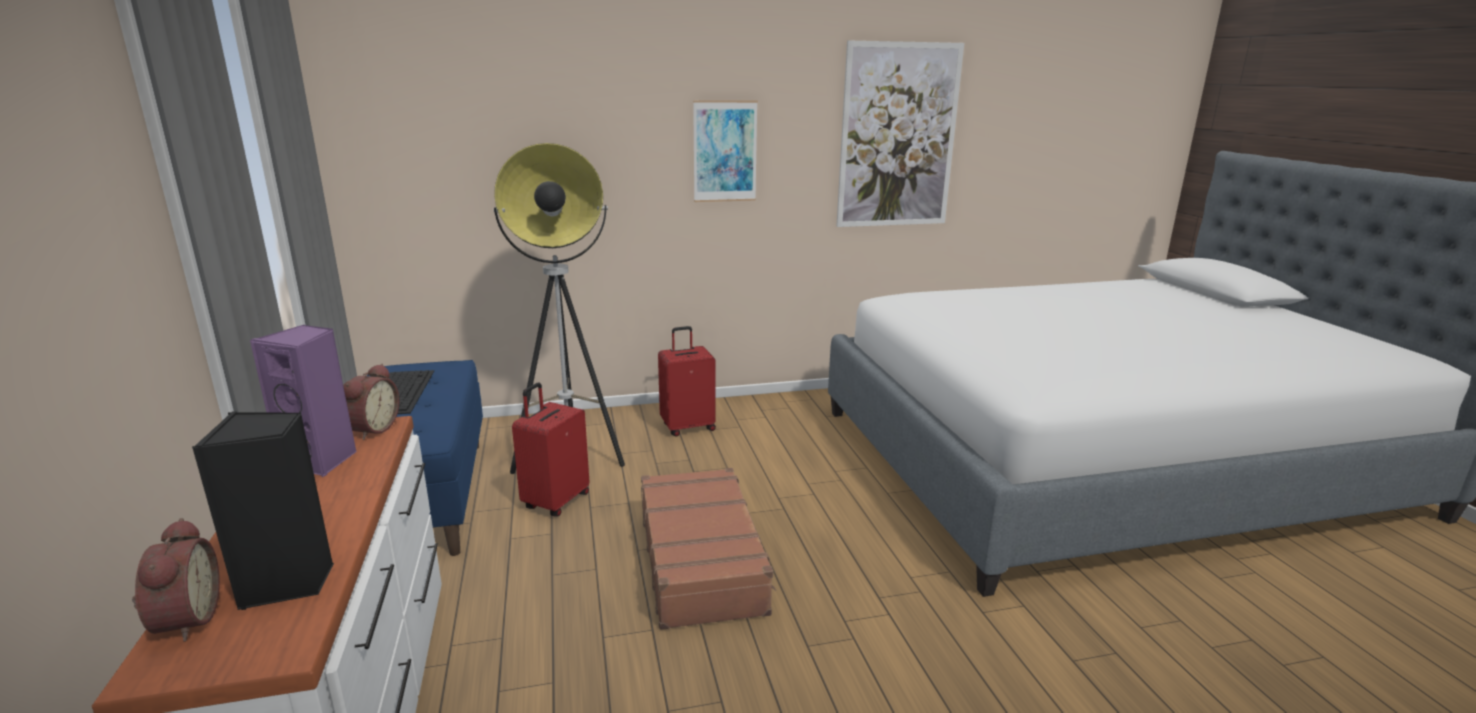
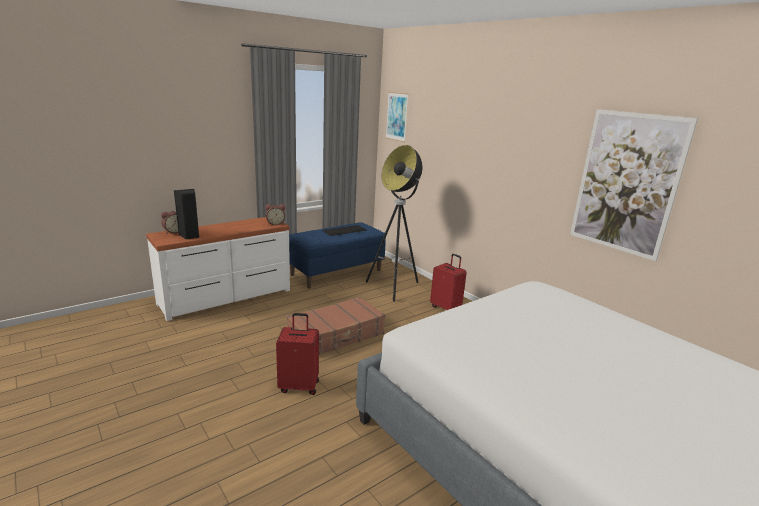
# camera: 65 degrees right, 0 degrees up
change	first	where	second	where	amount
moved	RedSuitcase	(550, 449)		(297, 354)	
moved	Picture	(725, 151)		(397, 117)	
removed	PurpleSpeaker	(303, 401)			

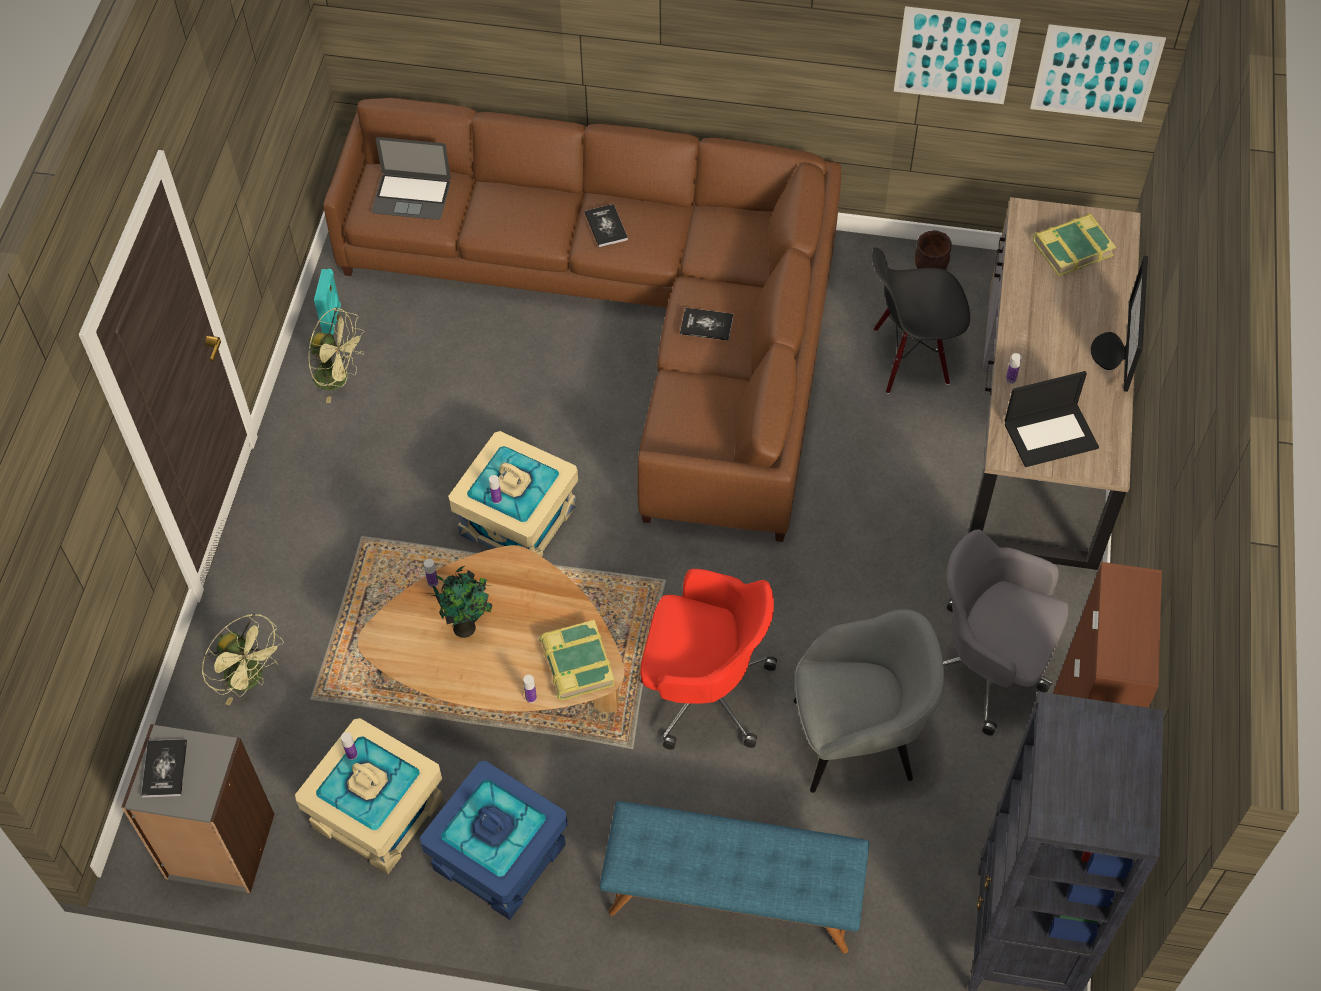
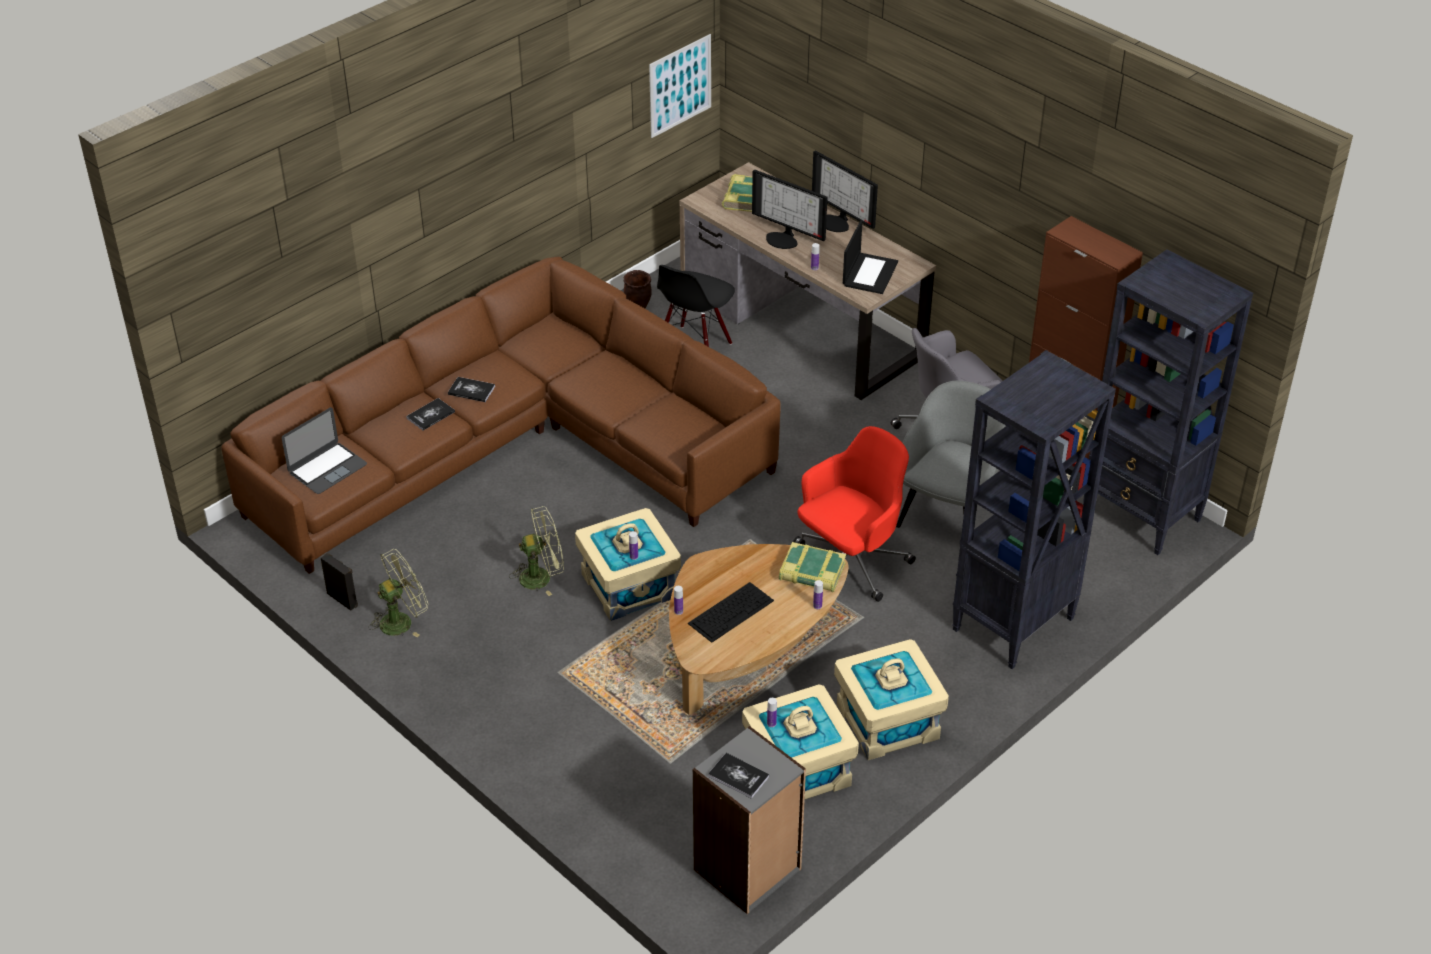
# camera: 55 degrees left, 15 degrees down
change	first	where	second	where	amount
recoloured	TurquoiseSpeaker	(327, 302)	BlackSpeaker	(339, 582)	
moved	Book	(706, 324)		(430, 414)	
moved	GreenFan	(243, 659)		(536, 551)	
replaced	PottedPlant	(460, 602)	Keyboard	(731, 612)	
added			Monitor	(789, 209)	
recoloured	BlueStorageBox	(494, 840)	BeigeStorageBox	(891, 699)	
replaced	BlueBench	(734, 877)	BlackBookcase	(1034, 509)	
removed	Picture	(957, 55)			

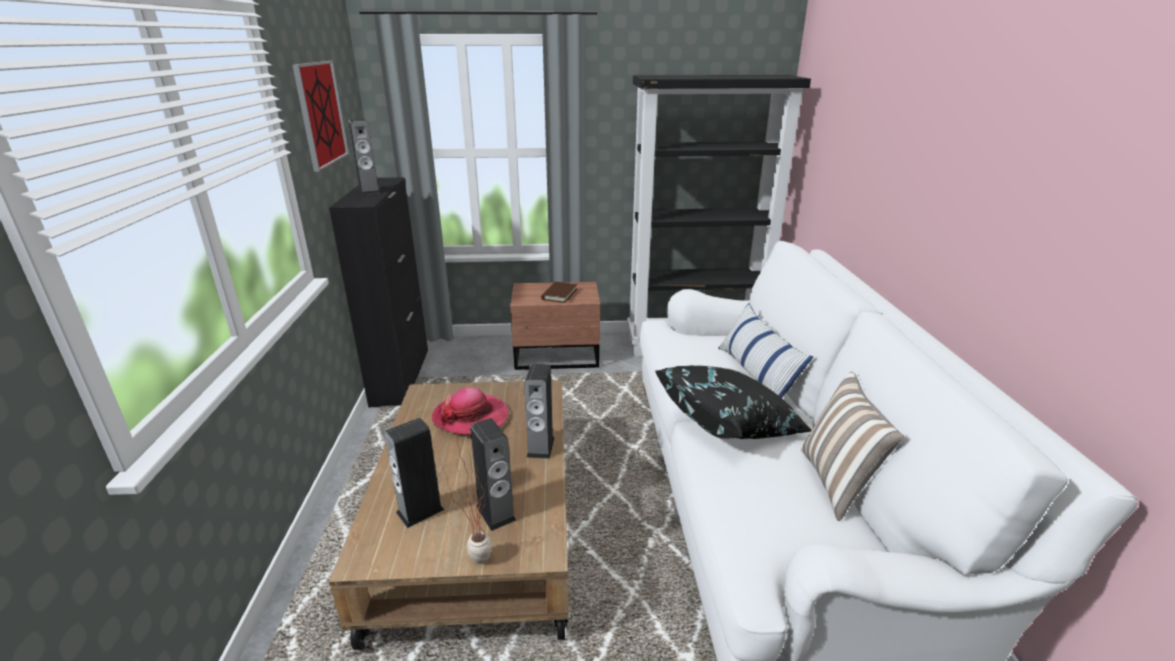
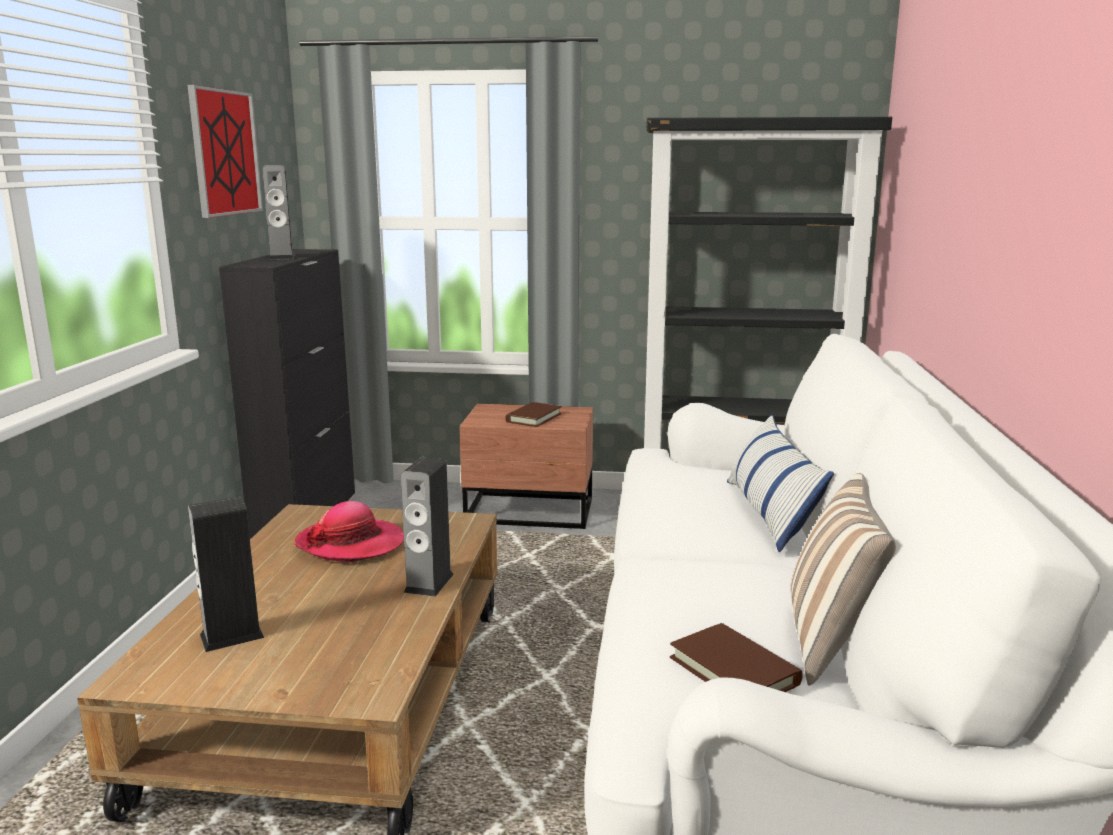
# camera: 10 degrees right, 10 degrees down
change	first	where	second	where	amount
added			BrownBook	(736, 657)	
removed	PottedPlant	(465, 500)			
removed	Speaker	(493, 474)			
removed	BlackPillow	(733, 402)			

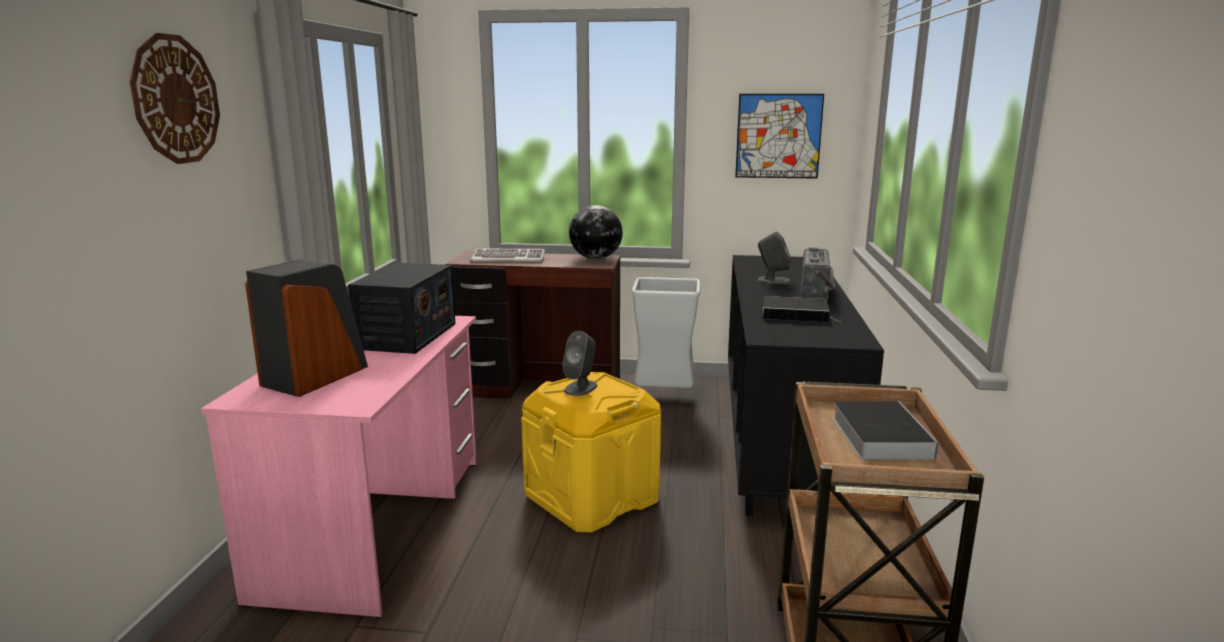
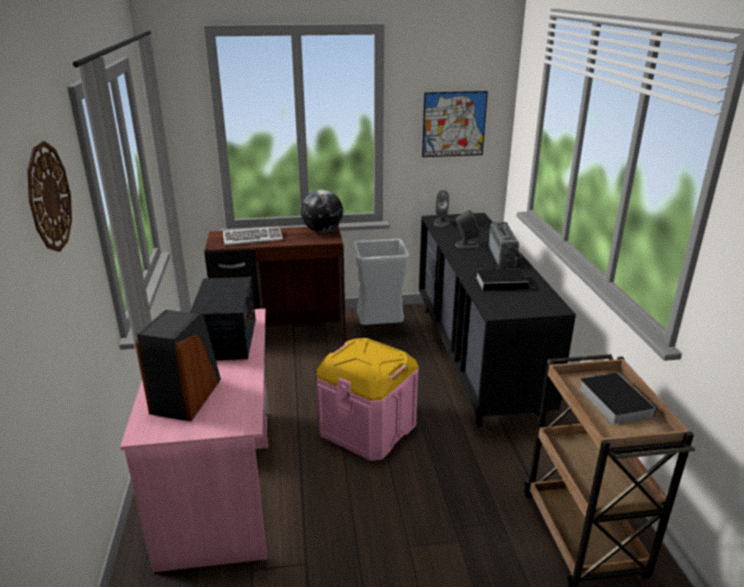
# camera: 15 degrees left, 10 degrees up
change	first	where	second	where	amount
recoloured	YellowStorageBox	(591, 452)	PinkStorageBox	(367, 399)	
moved	GreySpeaker	(579, 363)		(442, 208)	

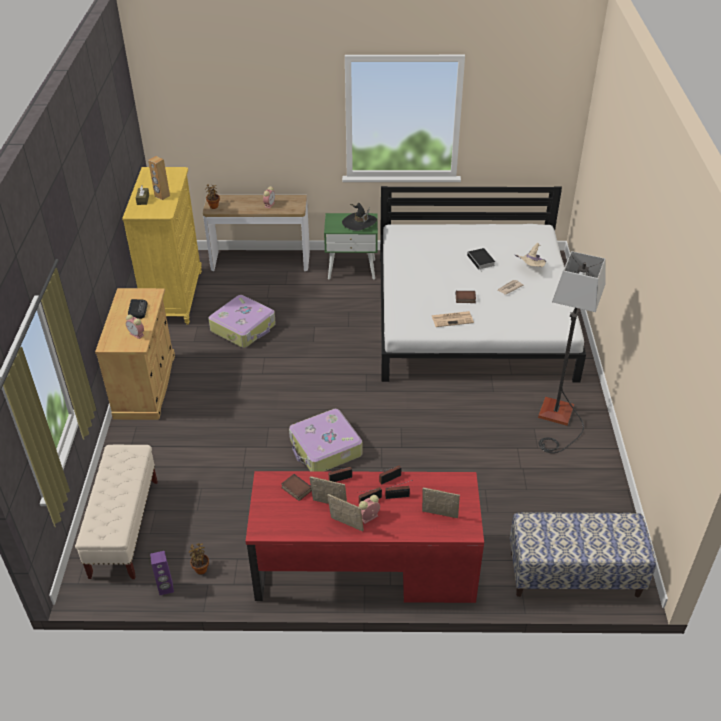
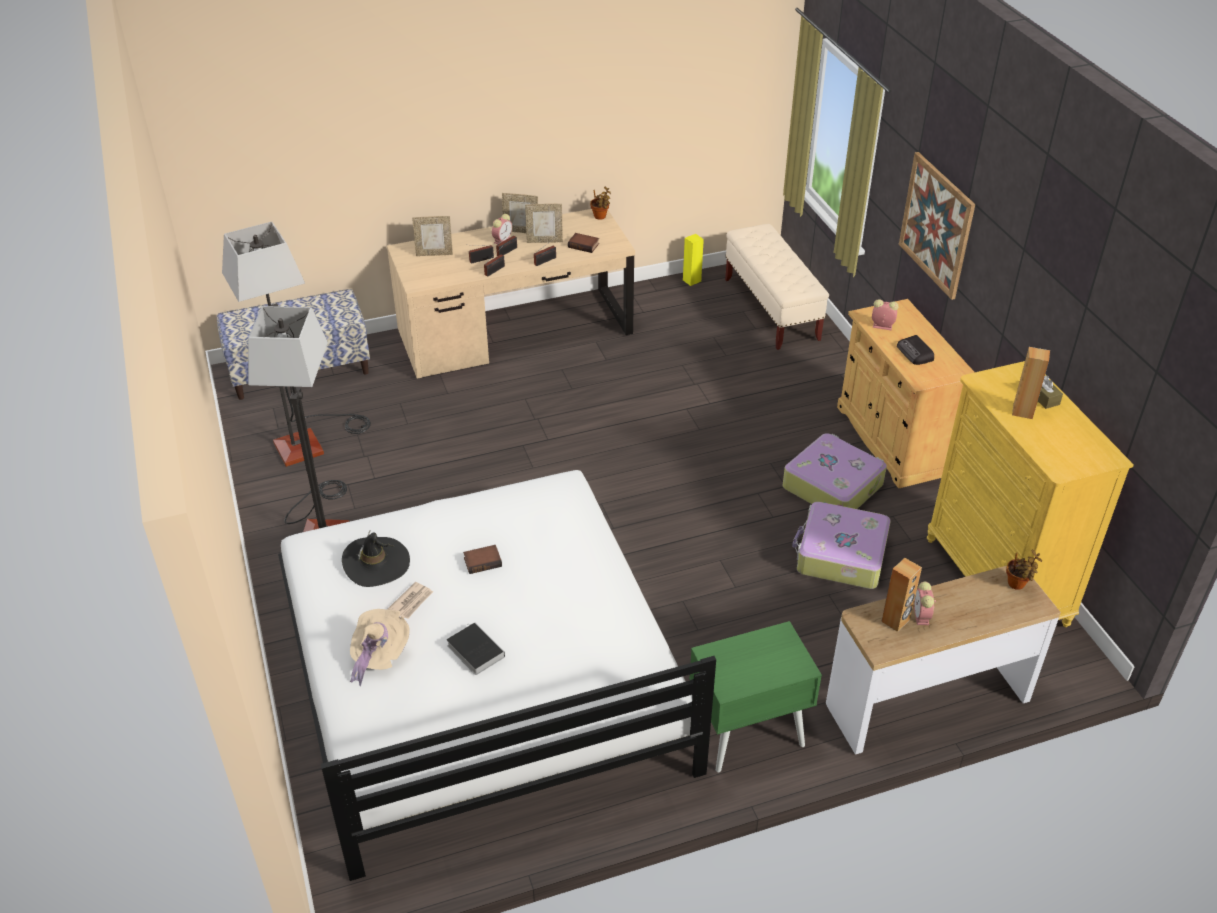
# camera: 160 degrees right, 0 degrees up
change	first	where	second	where	amount
added			FloorLamp	(296, 344)	
moved	BlackHat	(359, 217)		(376, 558)	
recoloured	RedDesk	(365, 537)	BeigeDesk	(511, 294)	
moved	PottedPlant	(199, 559)		(600, 203)	
recoloured	PurpleSpeaker	(162, 573)	YellowSpeaker	(693, 260)	
moved	Suitcase	(325, 440)		(835, 471)	
added			BrownSpeaker	(901, 595)	
added			Picture	(937, 226)	
removed	Newspaper	(452, 319)			

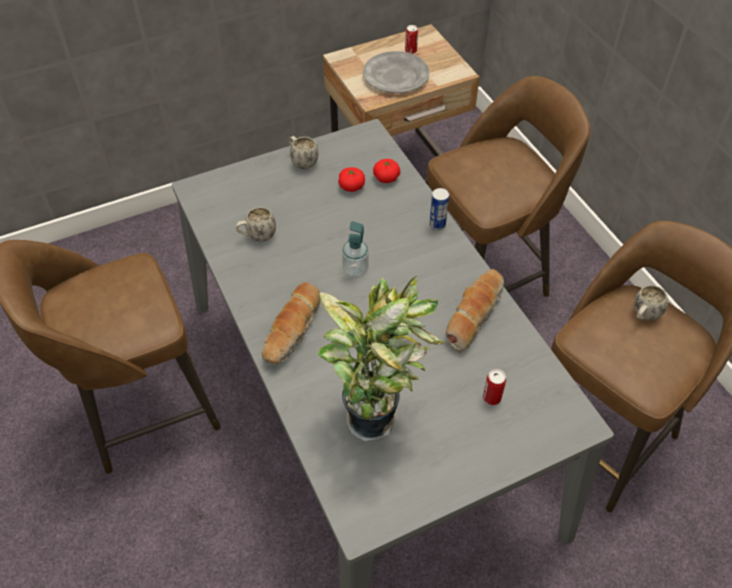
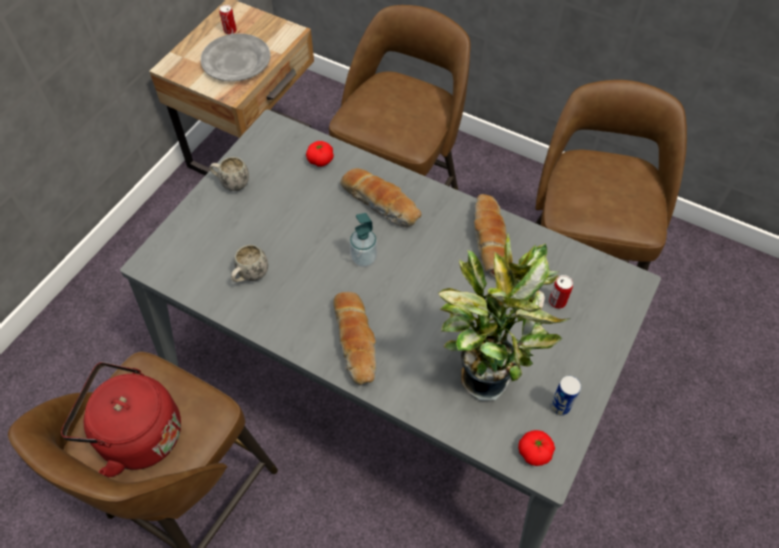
# camera: 35 degrees left, 5 degrees up
change	first	where	second	where	amount
added			RedKettle	(121, 419)	
added			Bread	(380, 197)	
moved	Tomato	(351, 179)		(536, 448)	
moved	Can	(439, 209)		(565, 396)	
removed	WhiteMug	(651, 302)			

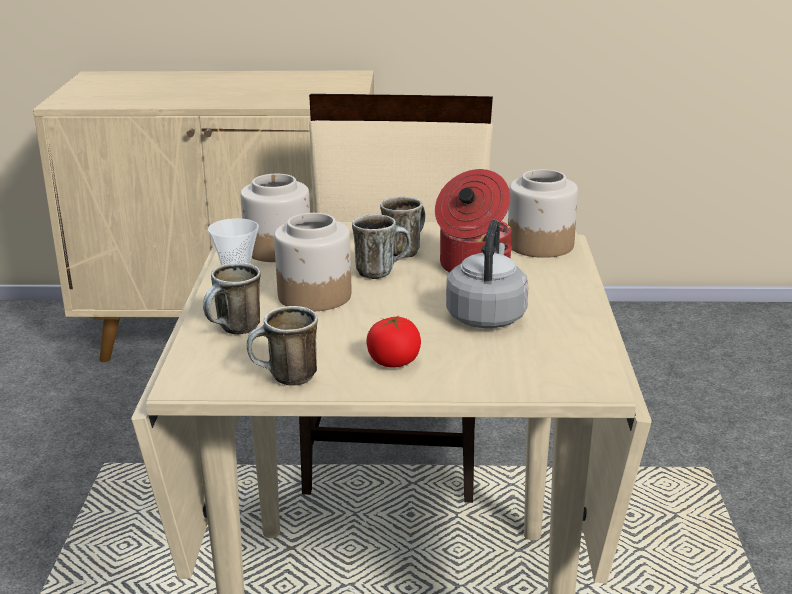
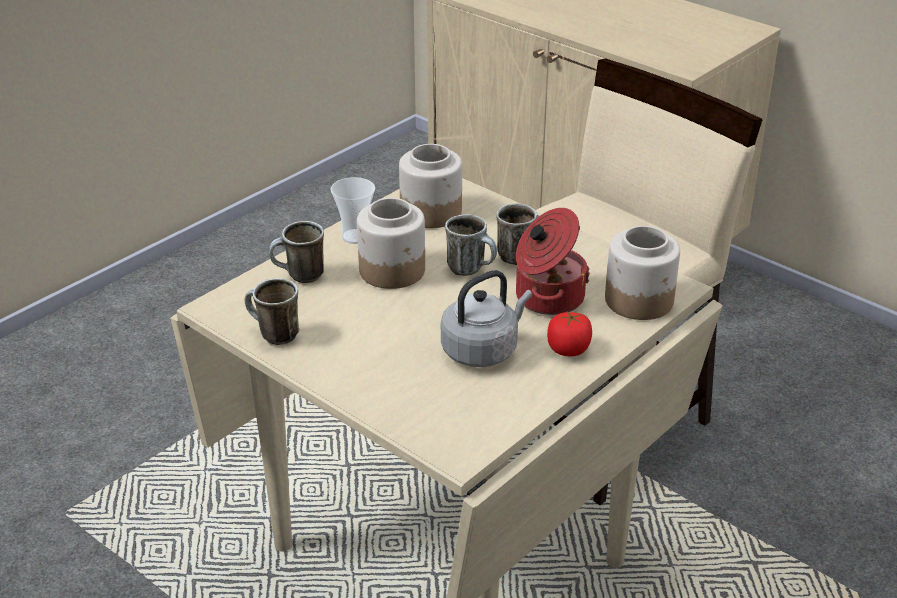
# camera: 40 degrees right, 10 degrees up
change	first	where	second	where	amount
moved	Tomato	(394, 342)		(569, 333)	

